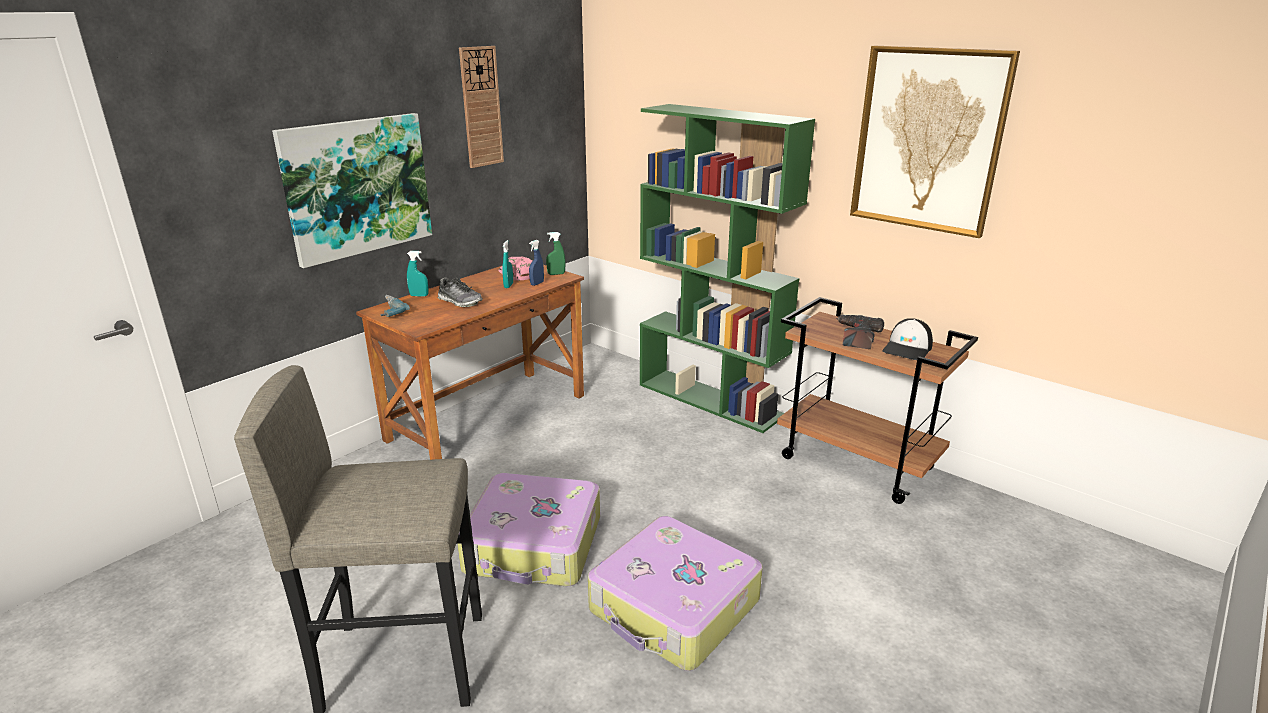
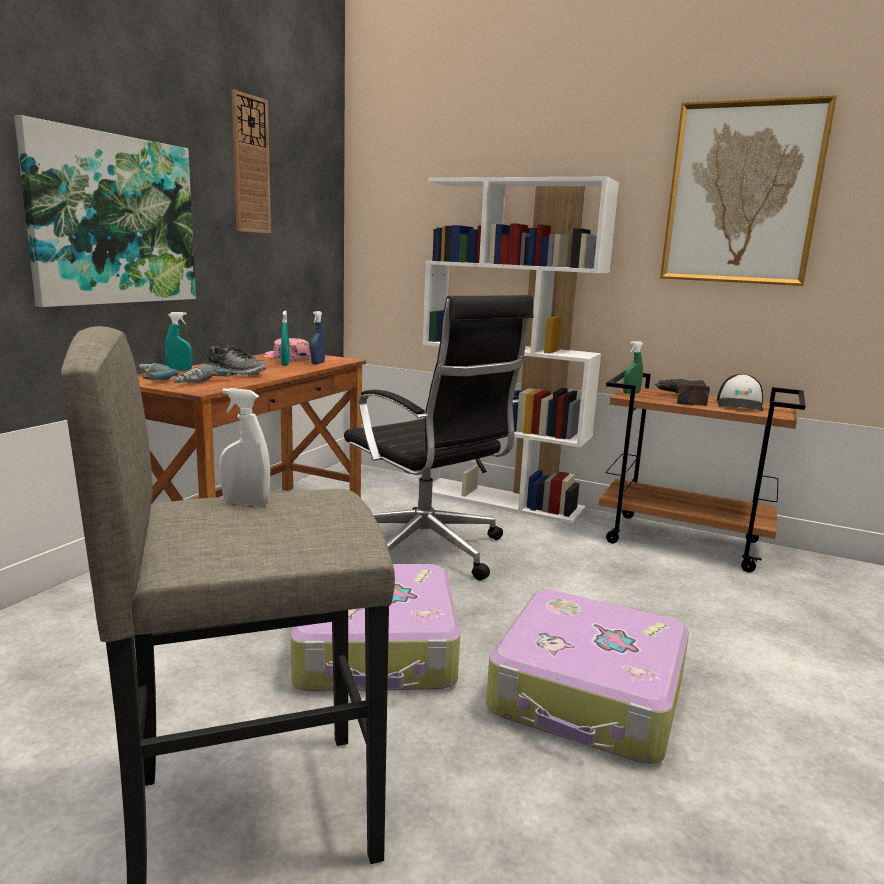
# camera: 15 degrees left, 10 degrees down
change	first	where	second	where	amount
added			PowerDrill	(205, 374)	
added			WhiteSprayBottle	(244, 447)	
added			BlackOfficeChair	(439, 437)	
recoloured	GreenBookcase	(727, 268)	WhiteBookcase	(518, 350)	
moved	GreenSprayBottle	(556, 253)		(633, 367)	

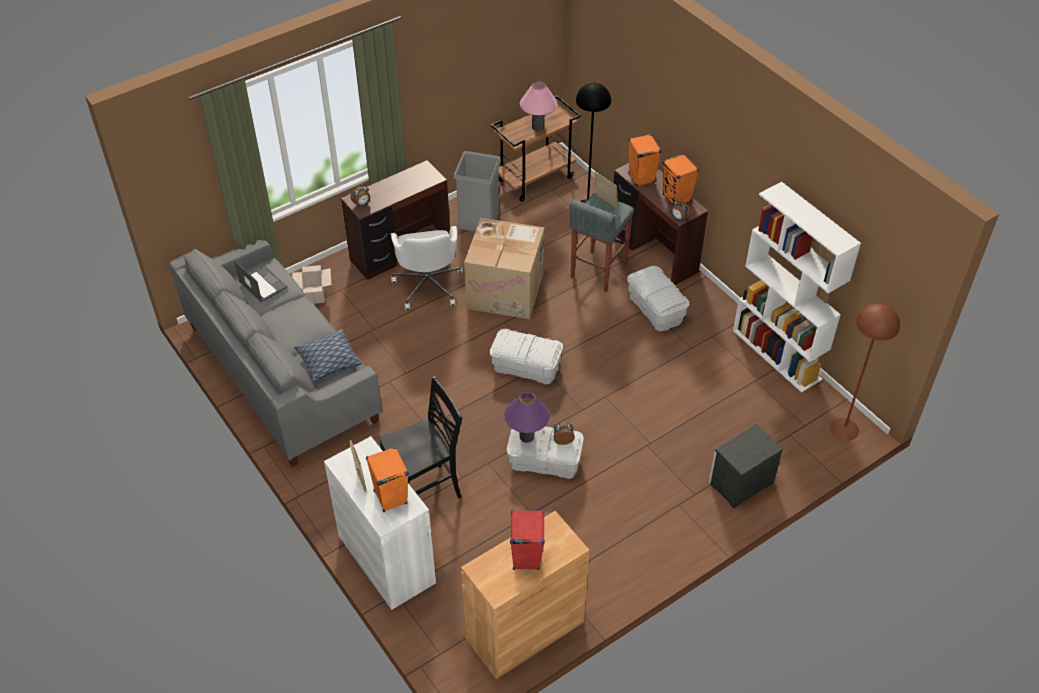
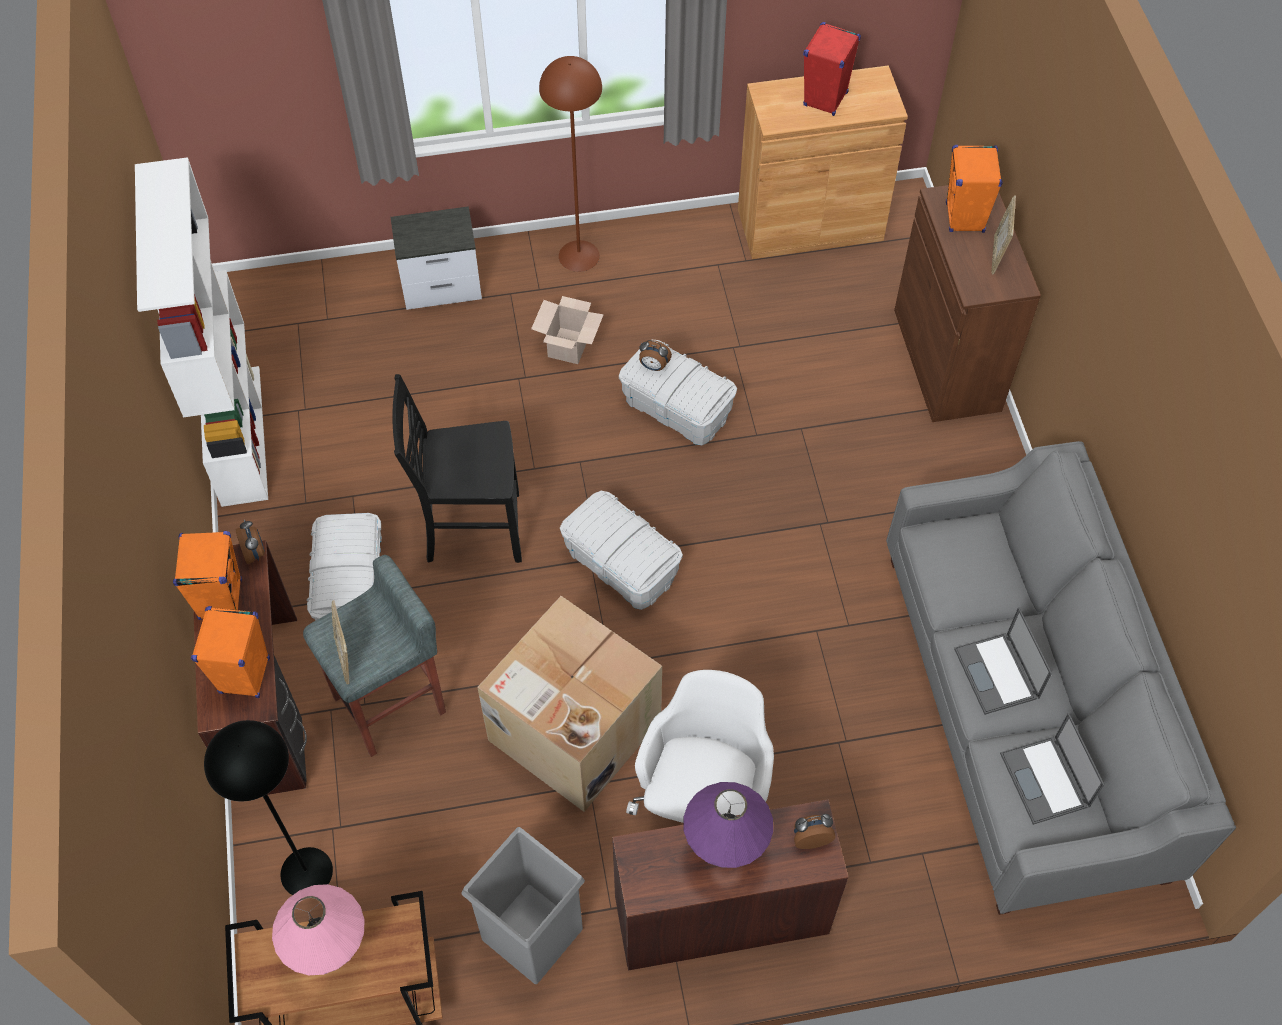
# camera: 155 degrees left, 10 degrees up
change	first	where	second	where	amount
moved	BlackChair	(420, 437)		(457, 468)	
moved	CardboardBox	(311, 284)		(567, 330)	
moved	BrownFloorLamp	(865, 372)		(570, 164)	
moved	PurpleTableLamp	(527, 417)		(728, 825)	
recoloured	WhiteCabinet	(380, 523)	BrownCabinet	(967, 303)	
added			Laptop	(1003, 661)	
removed	Pillow	(328, 356)			

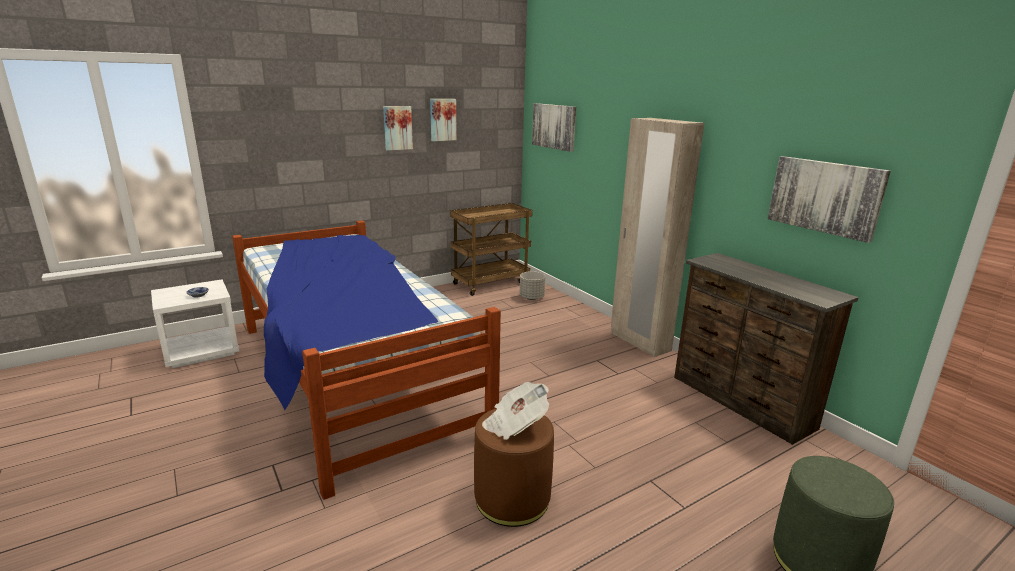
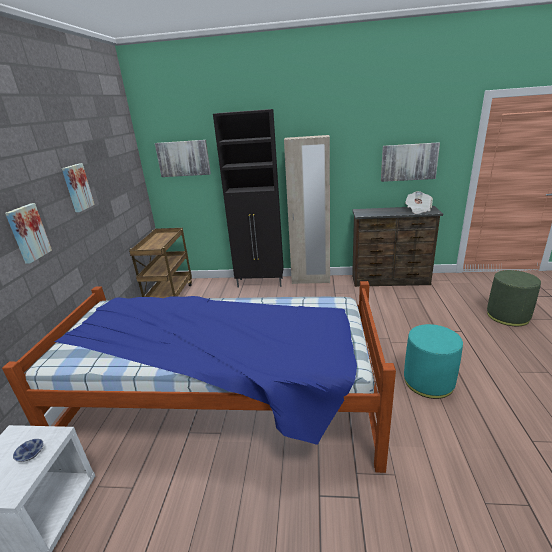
# camera: 50 degrees left, 5 degrees up
change	first	where	second	where	amount
moved	Picture	(443, 120)		(28, 233)	
added			BlackCabinet	(248, 198)	
recoloured	BrownOttoman	(514, 467)	TurquoiseOttoman	(433, 361)	
moved	Newspaper	(515, 411)		(419, 202)	
removed	GreyPlanter	(533, 285)			

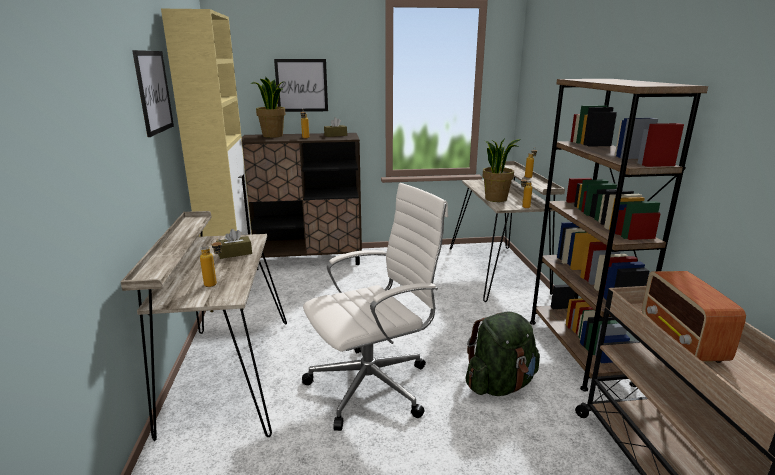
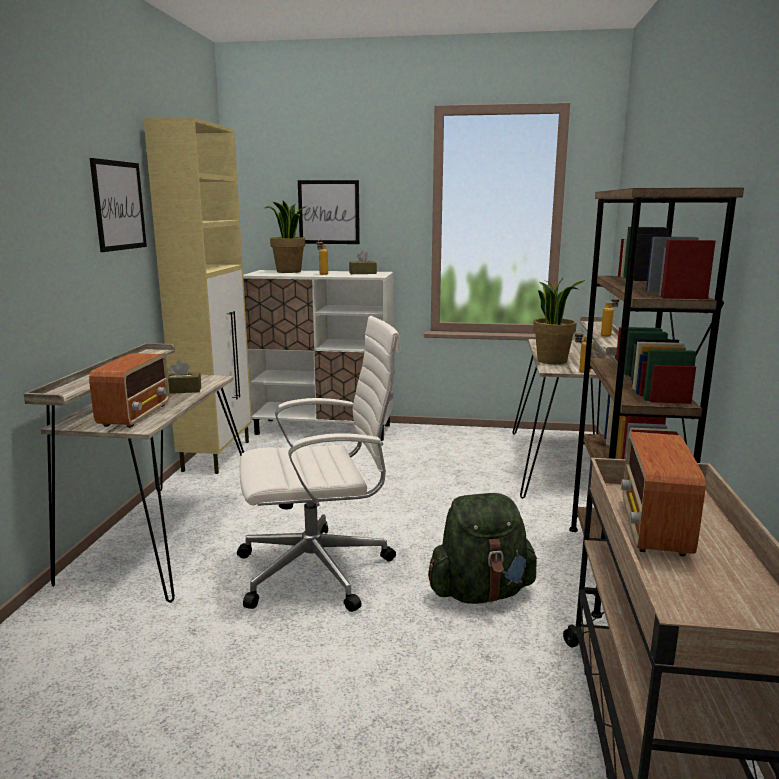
# camera: 15 degrees right, 5 degrees down
change	first	where	second	where	amount
replaced	Bottle	(211, 263)	Radio	(129, 390)	
recoloured	BrownCabinet	(302, 201)	WhiteCabinet	(318, 355)	

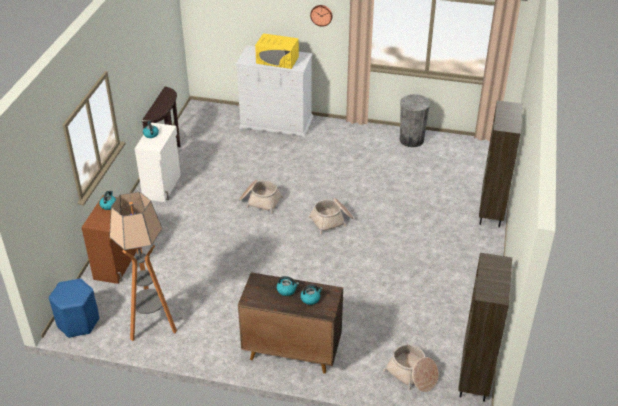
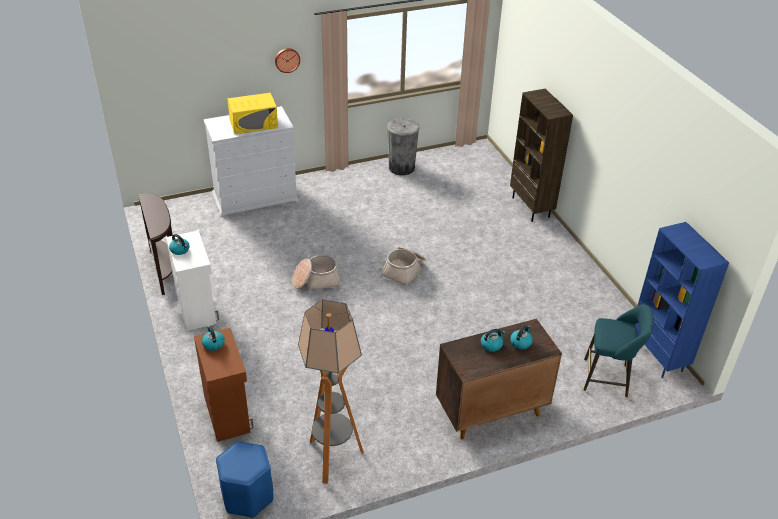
# camera: 35 degrees left, 0 degrees up
change	first	where	second	where	amount
replaced	Basket	(411, 368)	TurquoiseStool	(618, 350)	
recoloured	BrownBookcase	(485, 327)	BlueBookcase	(682, 300)	

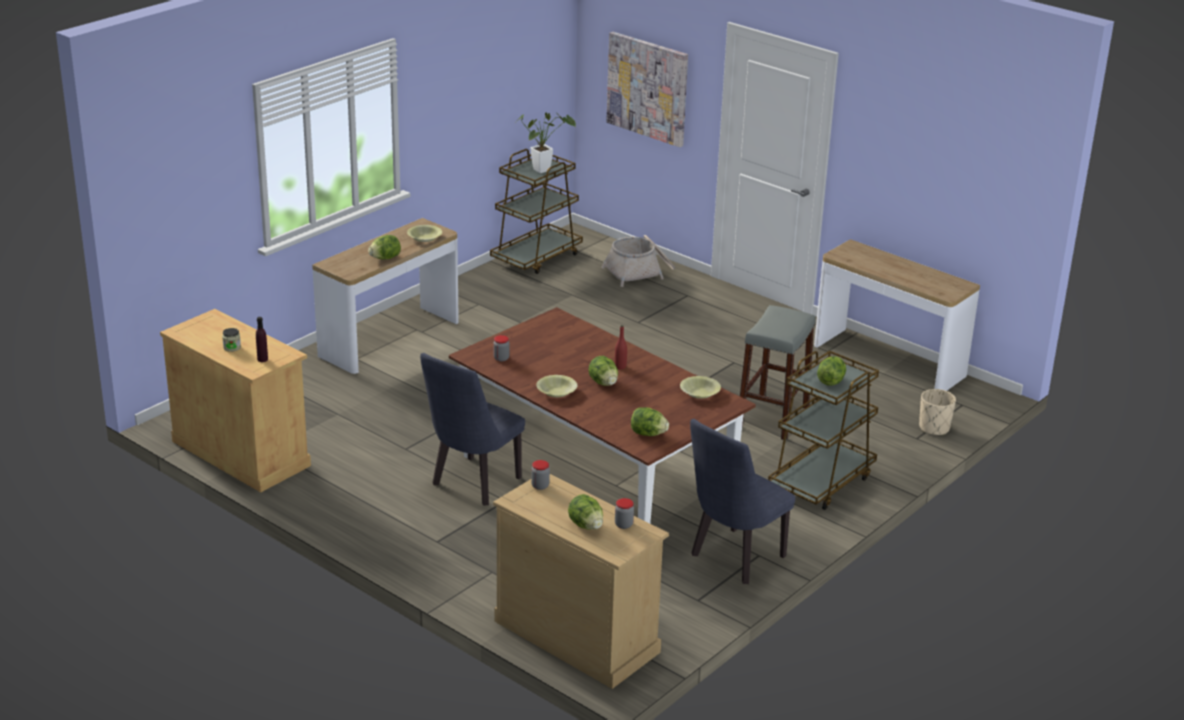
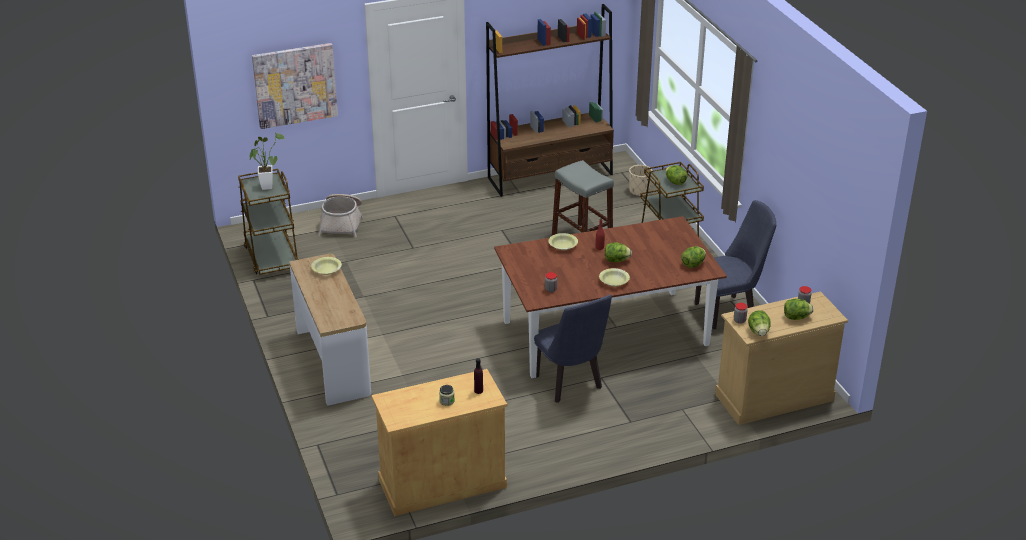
# camera: 60 degrees left, 5 degrees up
change	first	where	second	where	amount
replaced	ConsoleTable	(897, 315)	BrownBookcase	(550, 100)	
moved	YellowBowl	(700, 387)		(563, 241)	
turned	BlueChair	(742, 501)		(735, 265)	90 degrees counterclockwise
moved	Lettuce	(384, 247)		(759, 323)	

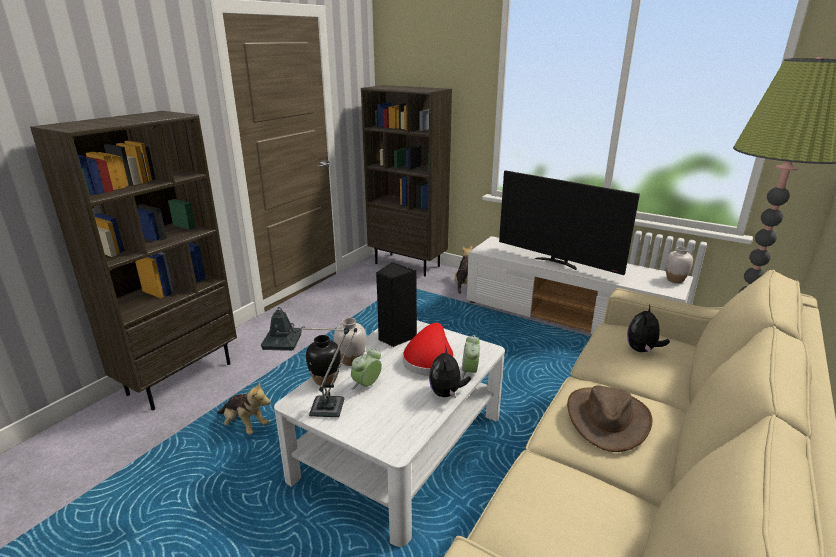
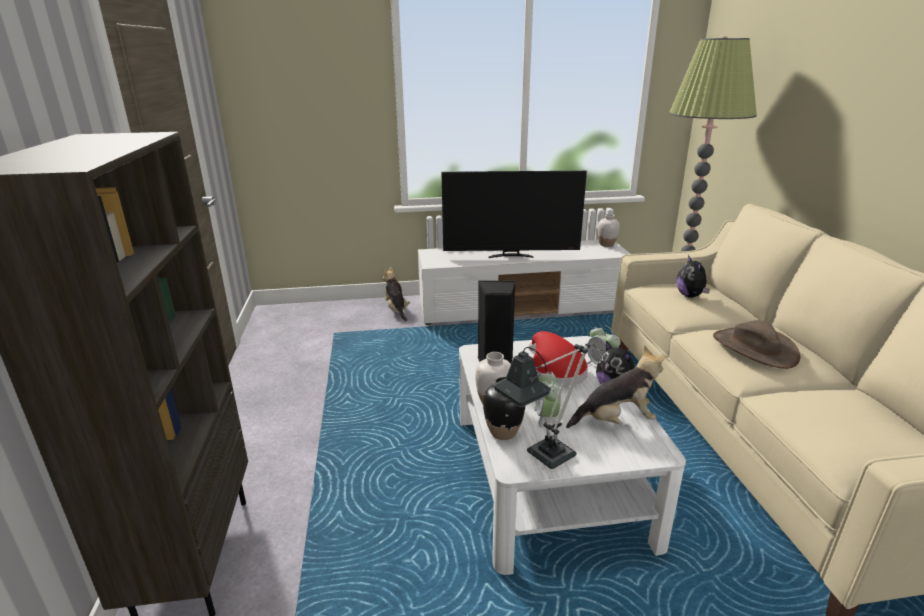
# camera: 40 degrees left, 0 degrees up
change	first	where	second	where	amount
moved	PlushToy	(244, 407)		(616, 386)	
removed	BrownBookcase	(406, 181)			

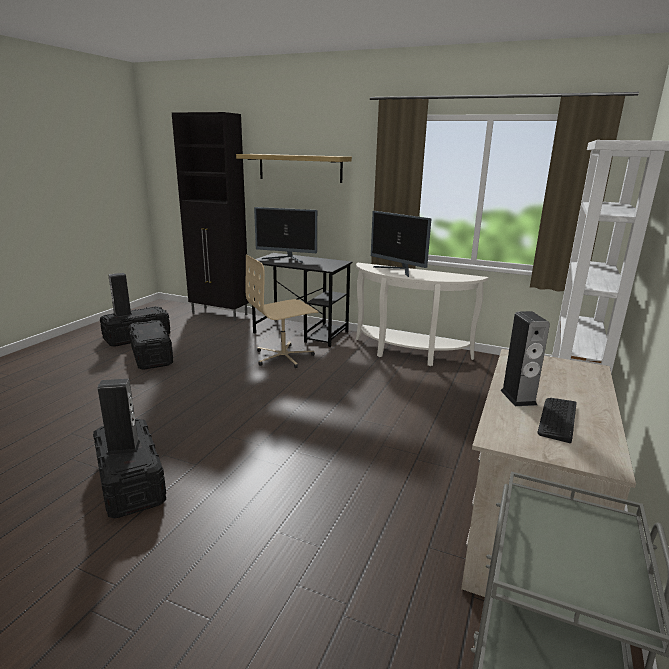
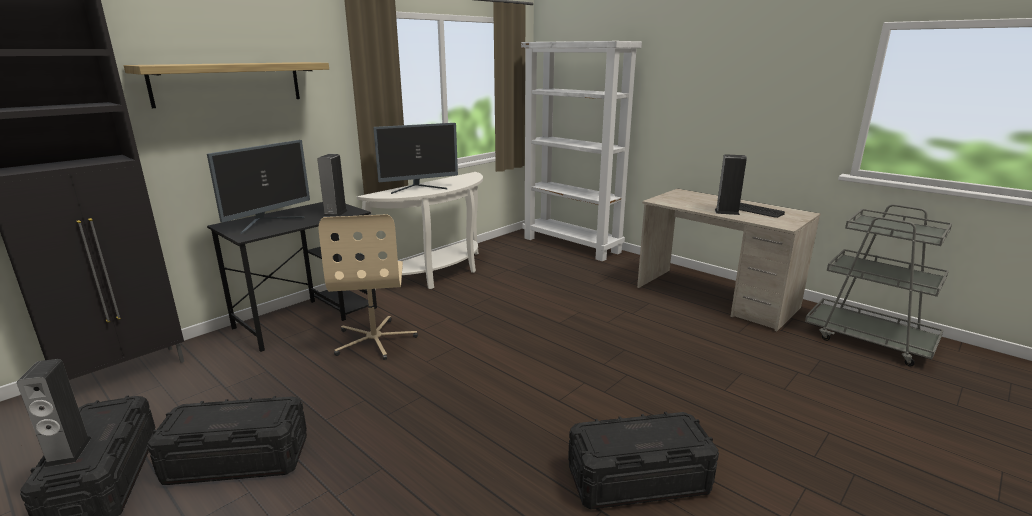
# camera: 70 degrees left, 0 degrees up
change	first	where	second	where	amount
moved	Speaker	(119, 417)		(332, 185)	

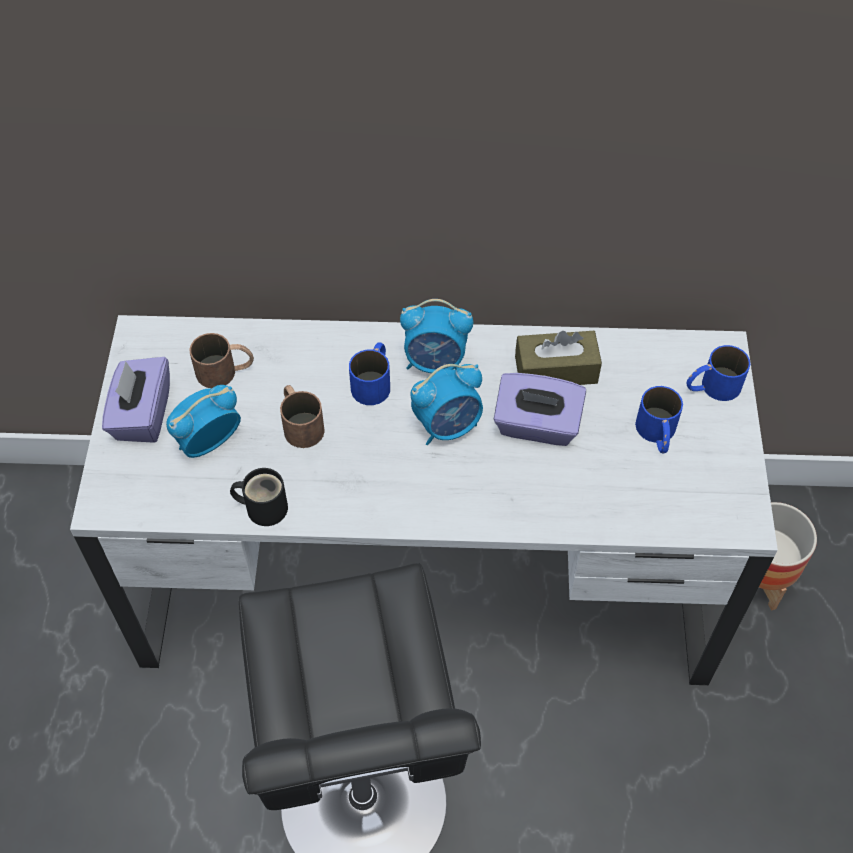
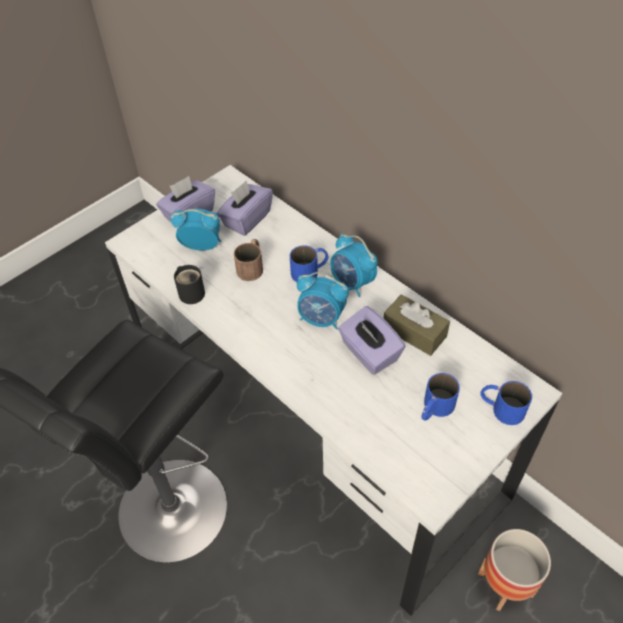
# camera: 45 degrees right, 5 degrees down
change	first	where	second	where	amount
replaced	BrownMug	(222, 360)	PurpleTissueBox	(245, 208)	

